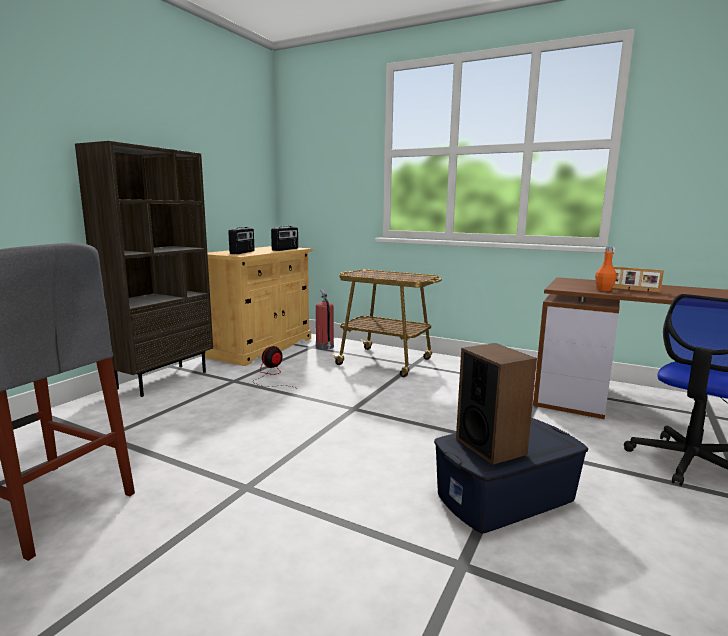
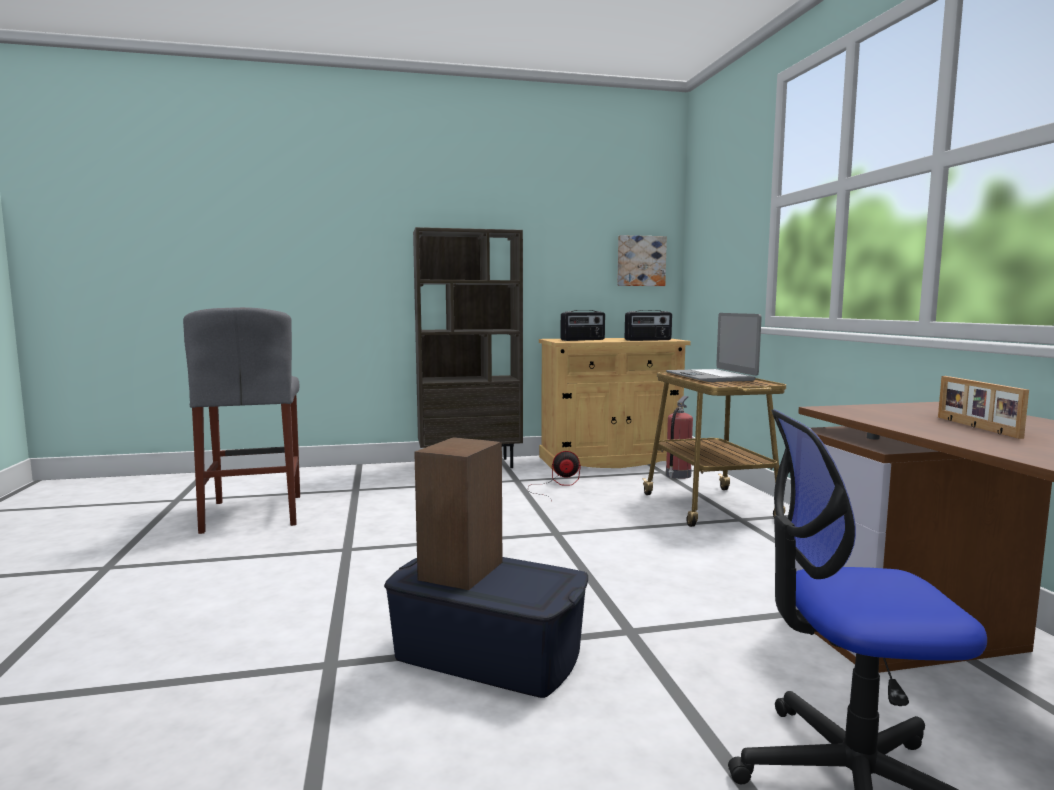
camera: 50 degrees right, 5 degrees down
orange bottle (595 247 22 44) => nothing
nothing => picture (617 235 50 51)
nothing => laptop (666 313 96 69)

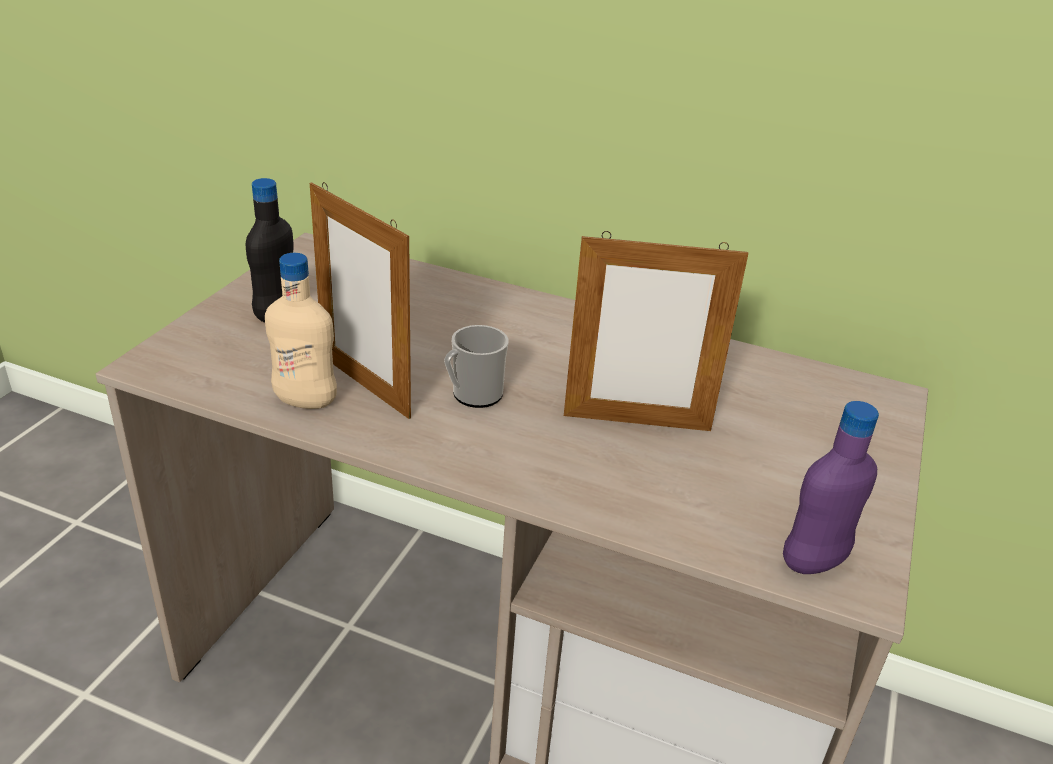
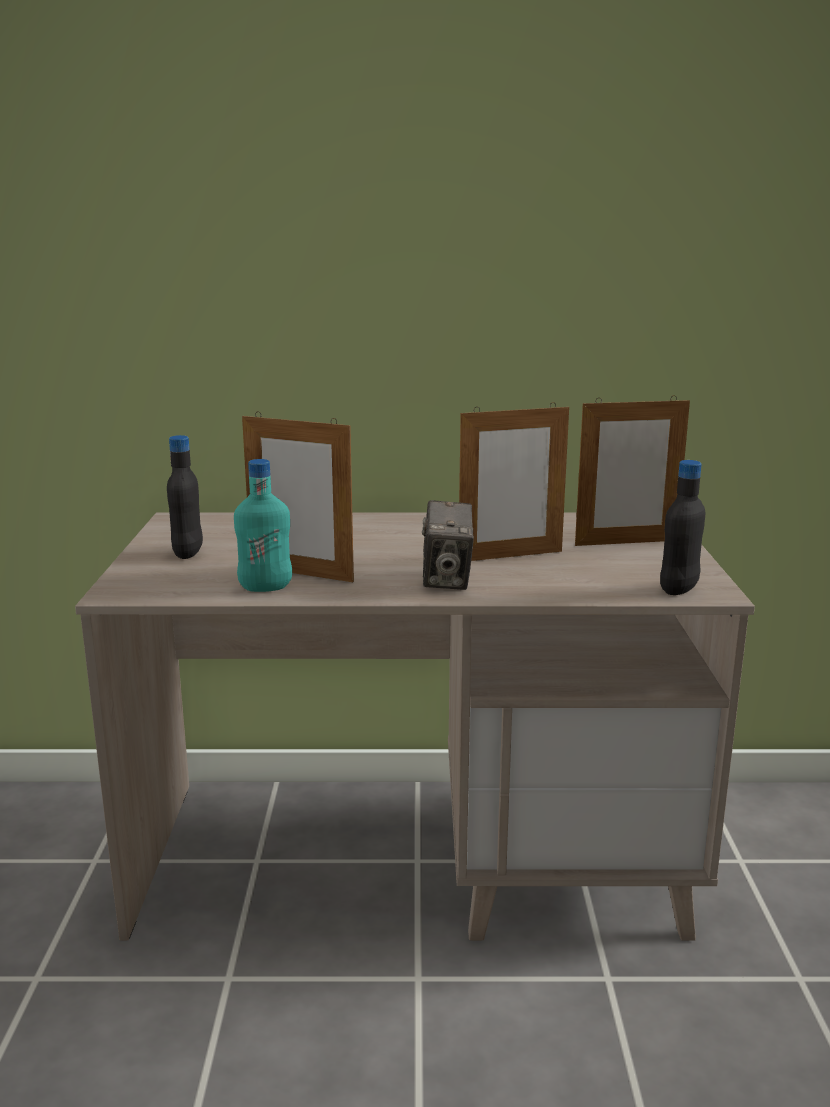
camera: 20 degrees left, 15 degrees down
beige bottle (265 253 72 156) => turquoise bottle (234 459 58 133)
mug (444 325 65 83) => nothing
purple bottle (783 401 96 173) => black bottle (660 460 45 135)
nothing => photo camera (422 500 52 90)
nothing => picture frame (575 395 115 151)

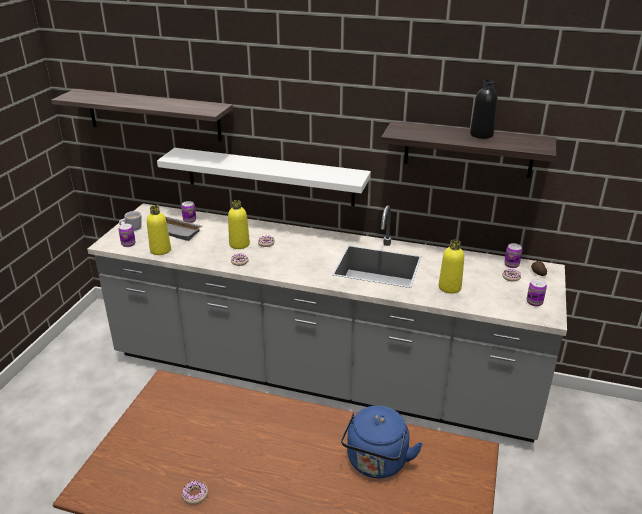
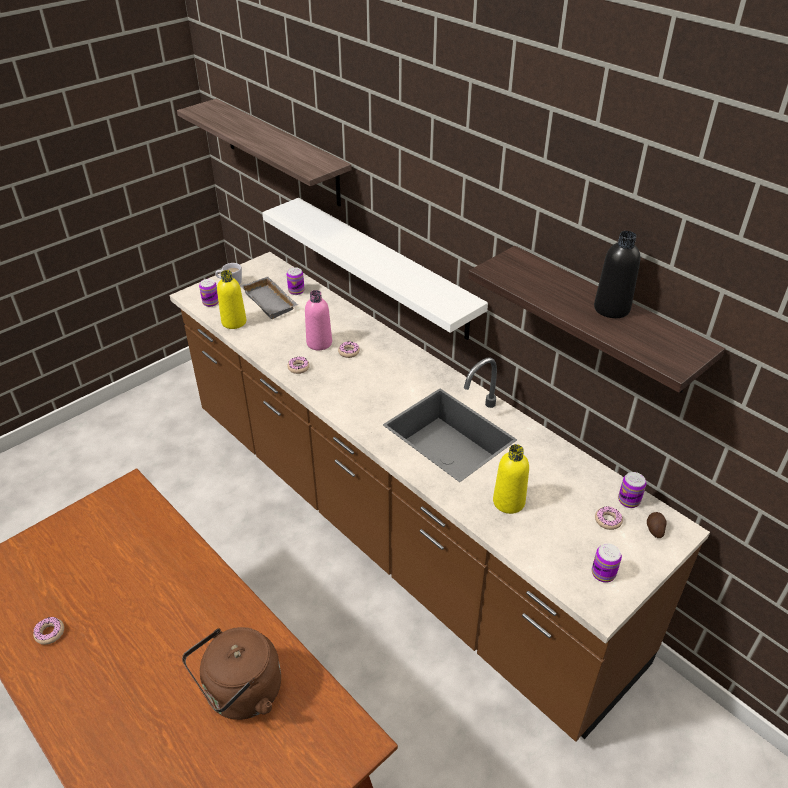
camera: 30 degrees right, 10 degrees up
grey counter (87 203 480 240) => brown counter (169 252 541 490)
yellow bottle (228 200 22 49) => pink bottle (305 290 27 60)
blue kettle (341 406 82 72) => brown kettle (182 627 99 93)

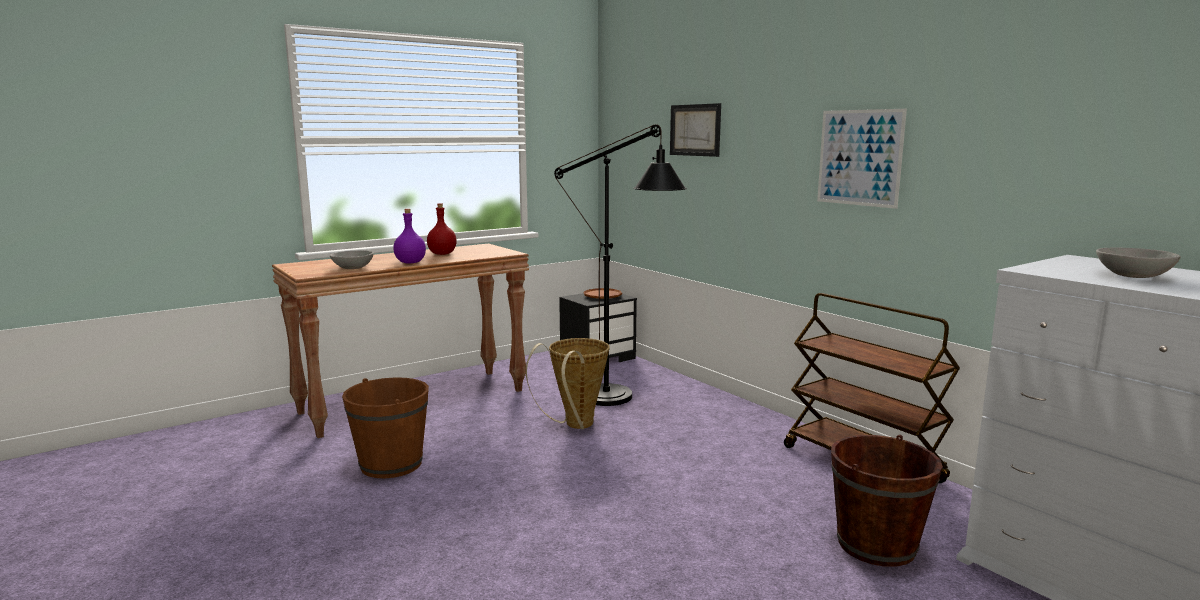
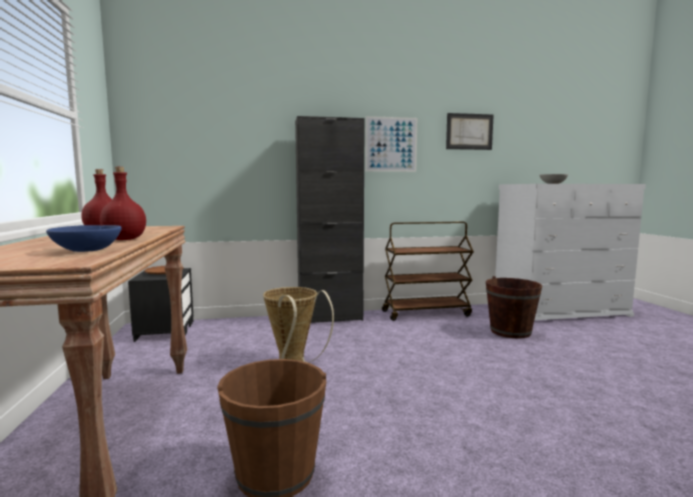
camera: 65 degrees left, 5 degrees down
grey bowl (330 250 44 19) => blue bowl (46 225 76 27)
purple bottle (393 209 33 55) => red bottle (100 167 46 73)
black floor lamp (554 124 133 282) => nothing
picture (670 103 51 54) => picture (446 113 48 37), relocated
nothing => black cabinet (295 116 70 207)

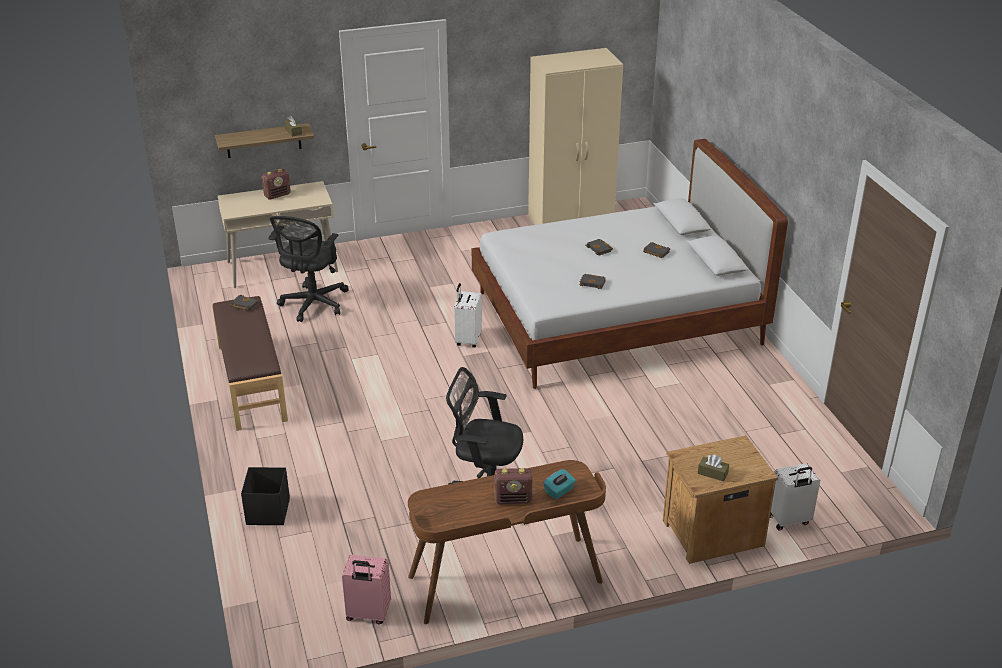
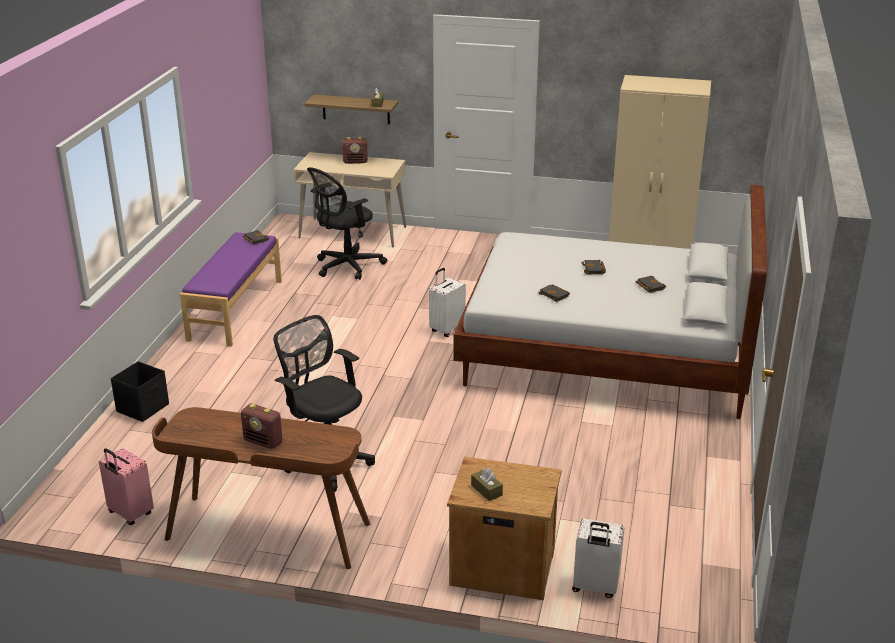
camera: 30 degrees right, 5 degrees down
brown bench (212 296 76 135) => purple bench (180 232 102 115)
turquoise tissue box (543 469 33 30) => nothing

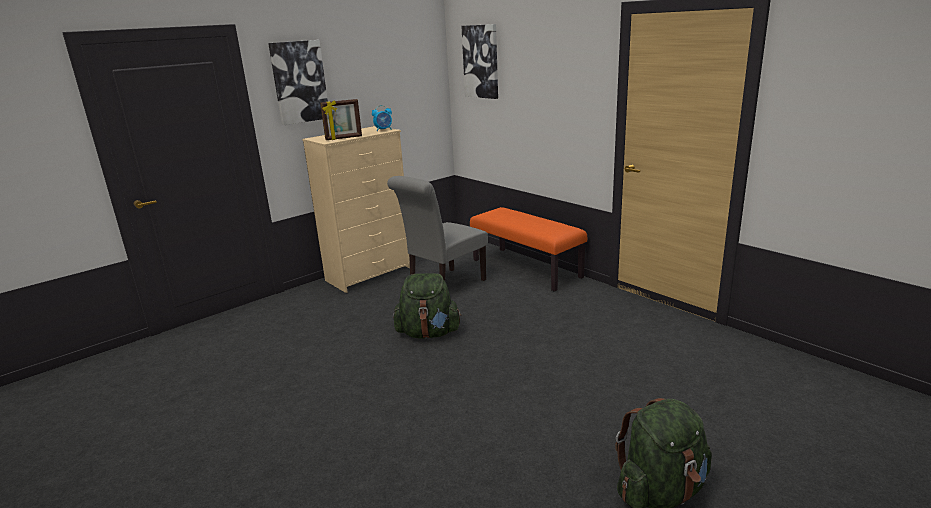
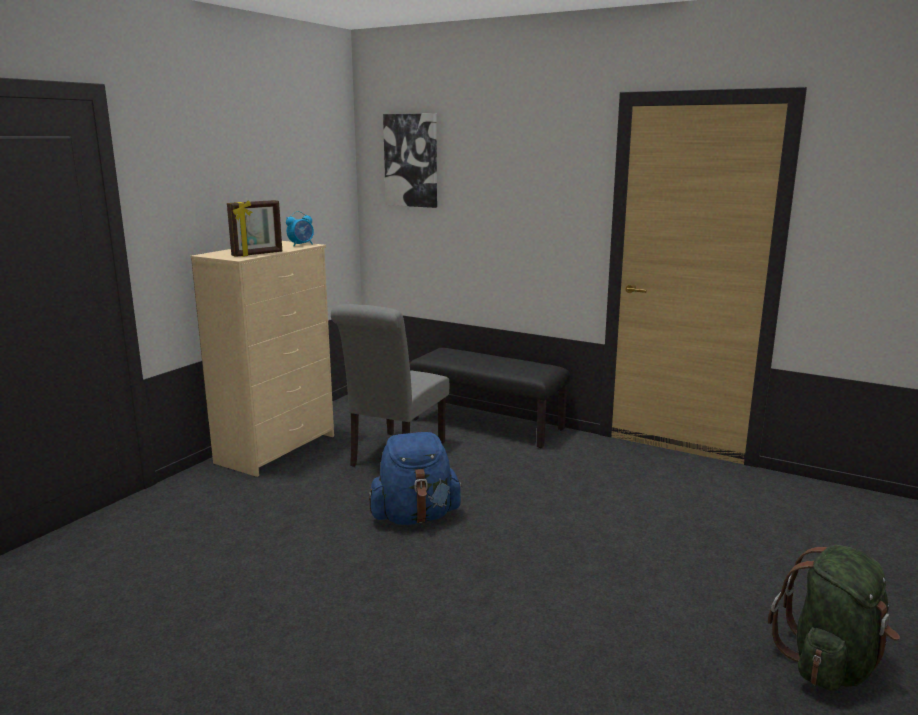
camera: 20 degrees left, 5 degrees down
picture (268 40 60 85) => nothing
green backpack (393 273 69 66) => blue backpack (369 432 94 93)
orange bench (470 207 117 84) => black bench (410 348 160 100)

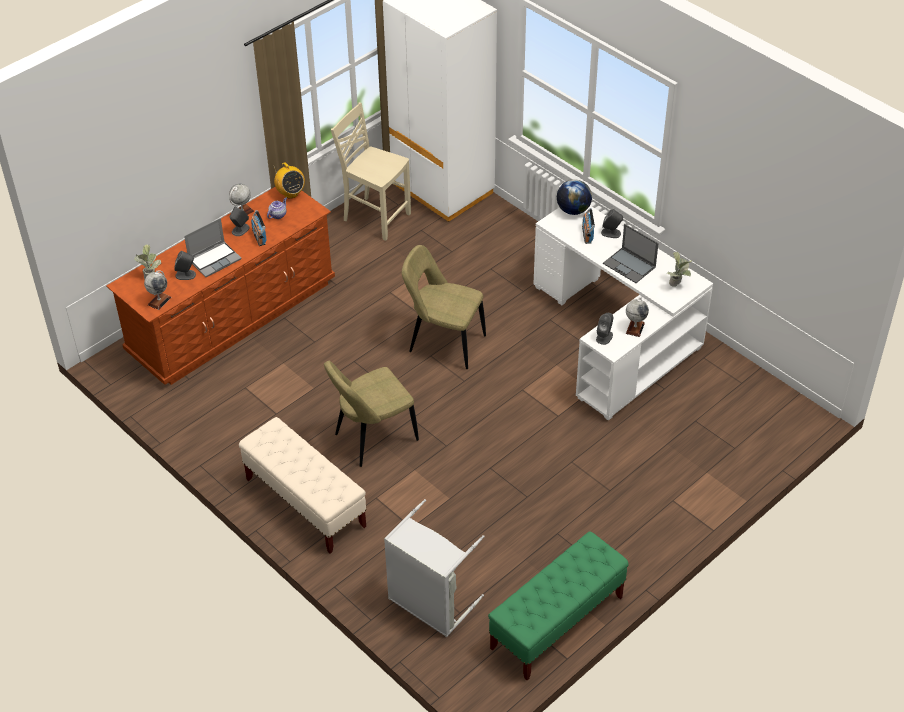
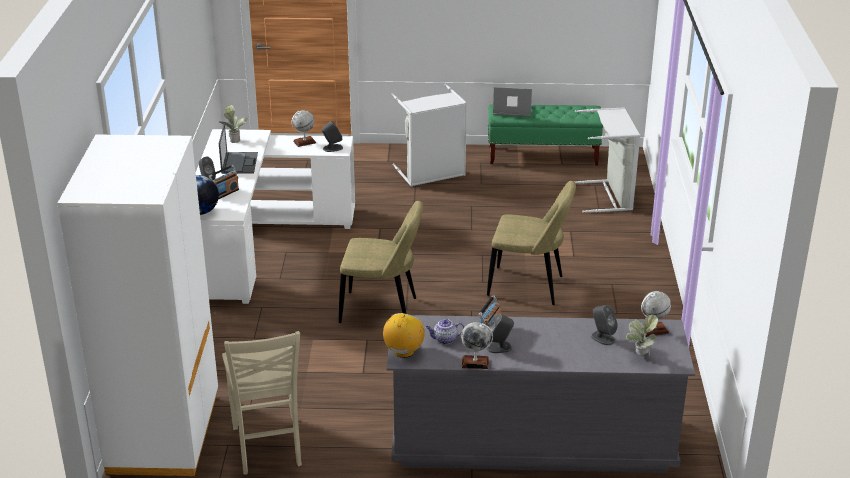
camera: 135 degrees left, 15 degrees down
brown dresser (106 187 229 198) => grey dresser (387 315 308 158)
laptop (184 218 57 59) => laptop (493 87 39 30), relocated
beige bench (239 417 128 137) => nothing
beige chair (402 245 84 124) => beige chair (339 201 84 122), 60 degrees counterclockwise
nothing => grey laundry basket (391 84 76 103)

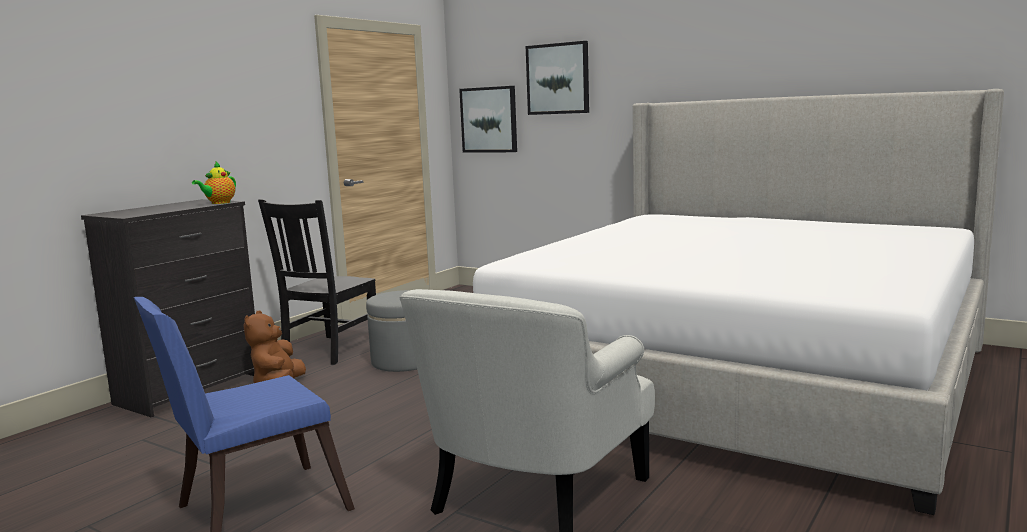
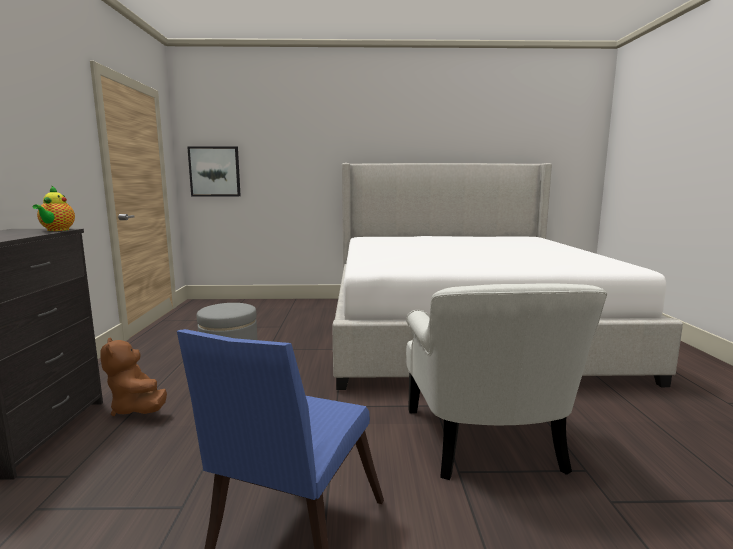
camera: 35 degrees left, 0 degrees up
black chair (258 199 118 166) => nothing
picture (526 41 63 74) => nothing

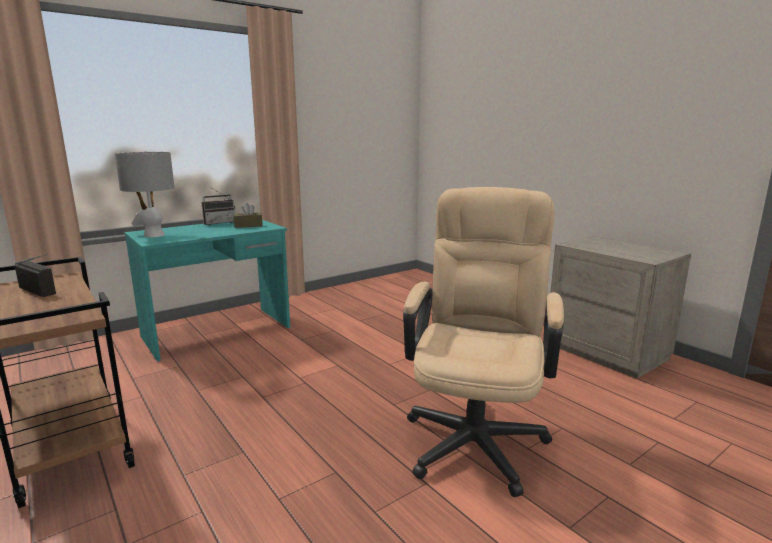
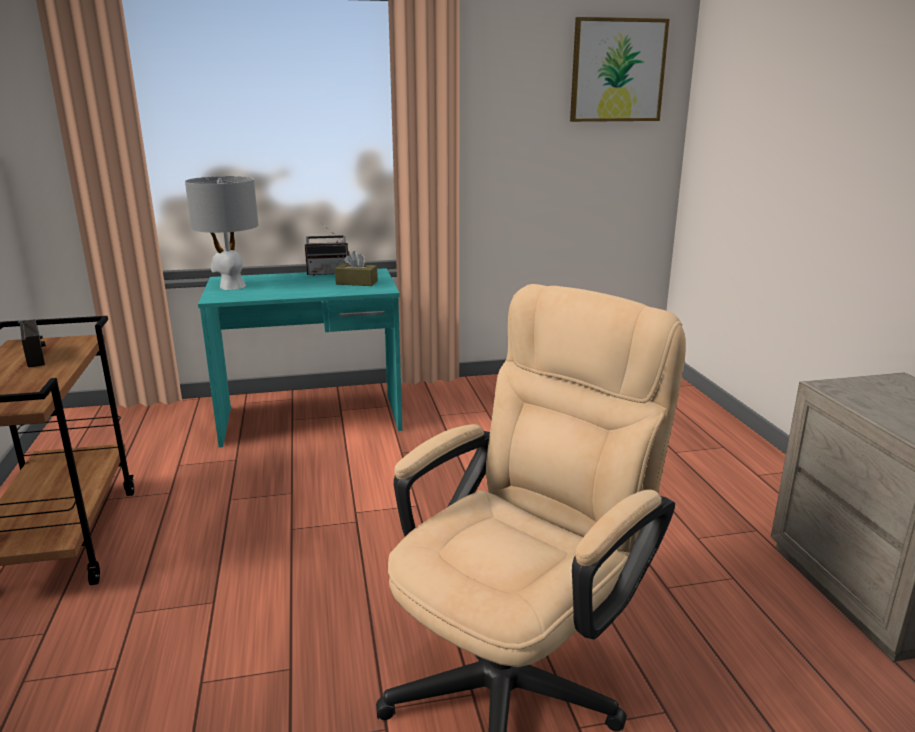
camera: 25 degrees right, 5 degrees up
nothing => picture (570 17 100 105)

